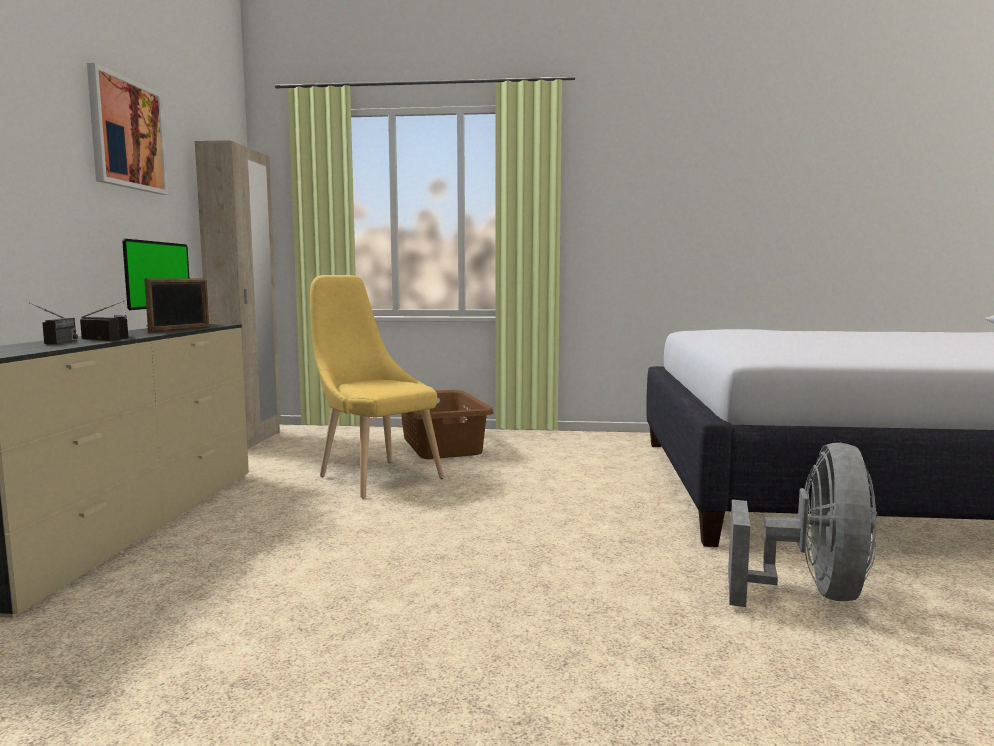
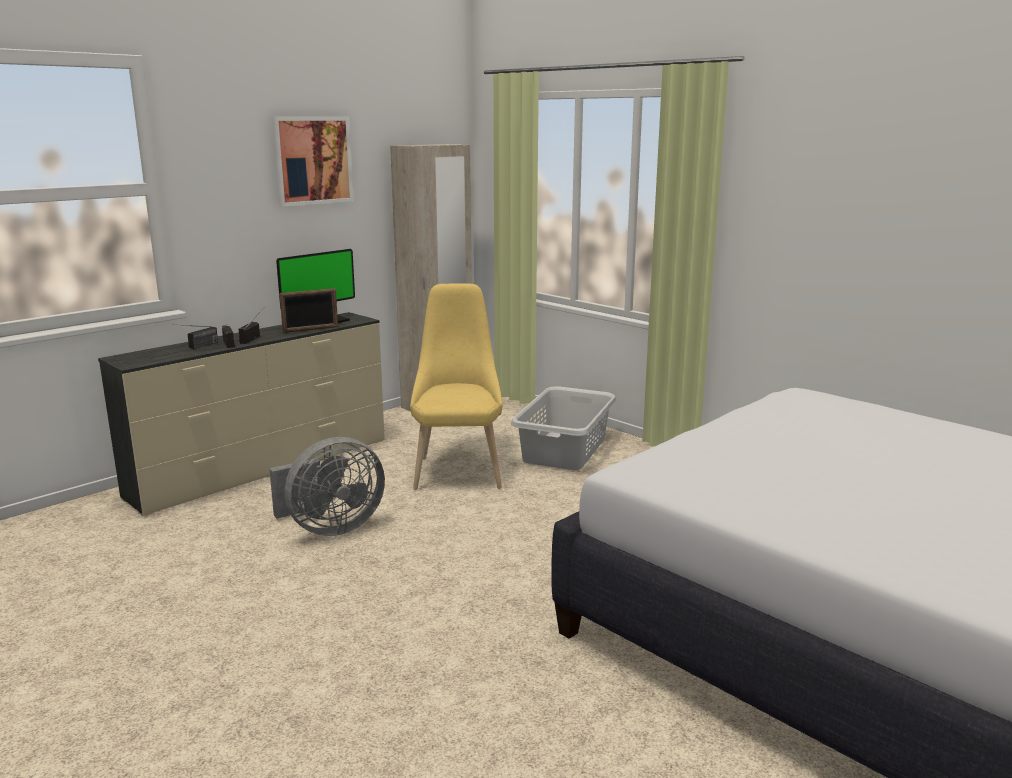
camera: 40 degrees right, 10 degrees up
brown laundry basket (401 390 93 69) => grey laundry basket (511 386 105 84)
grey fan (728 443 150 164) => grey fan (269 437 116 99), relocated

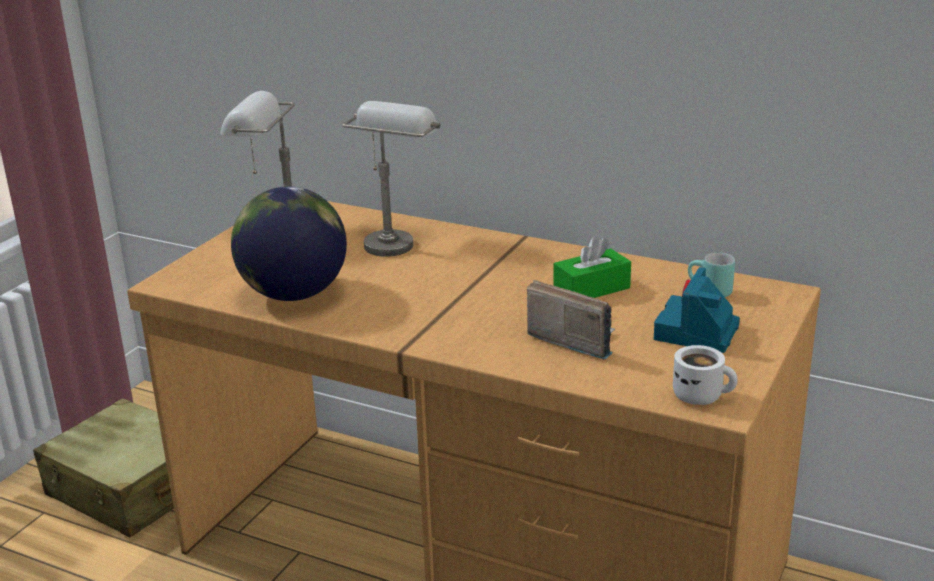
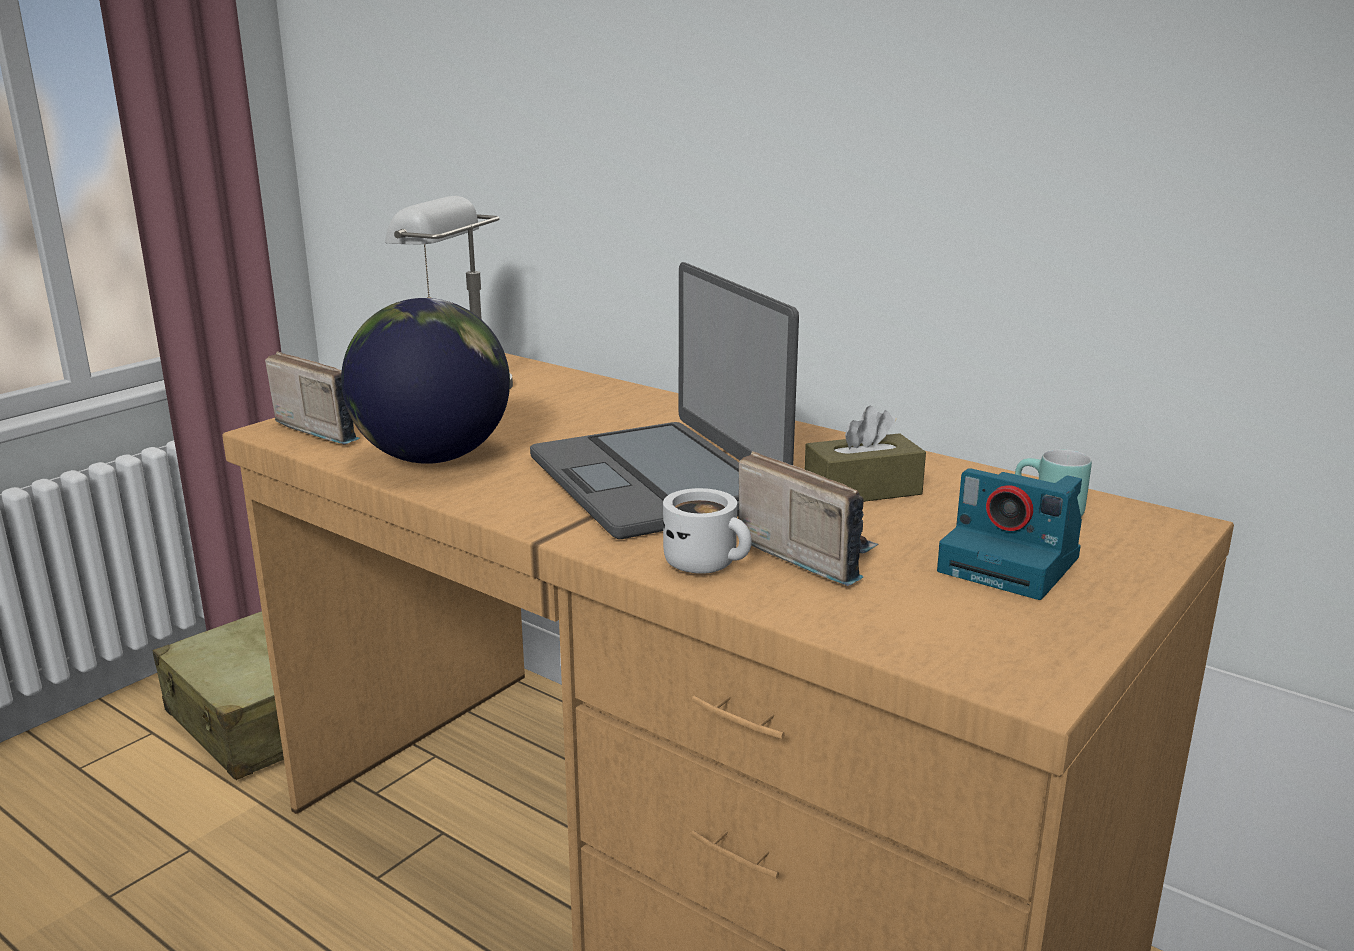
camera: 10 degrees right, 5 degrees down
grey table lamp (342 101 98 156) => nothing
green tissue box (553 236 78 62) => brown tissue box (805 406 121 96)
photo camera (654 267 86 86) => photo camera (937 468 145 132), 90 degrees counterclockwise
white mug (673 345 65 60) => white mug (663 488 89 86), relocated
nothing => radio (265 352 95 92)
nothing => laptop (530 262 269 277)

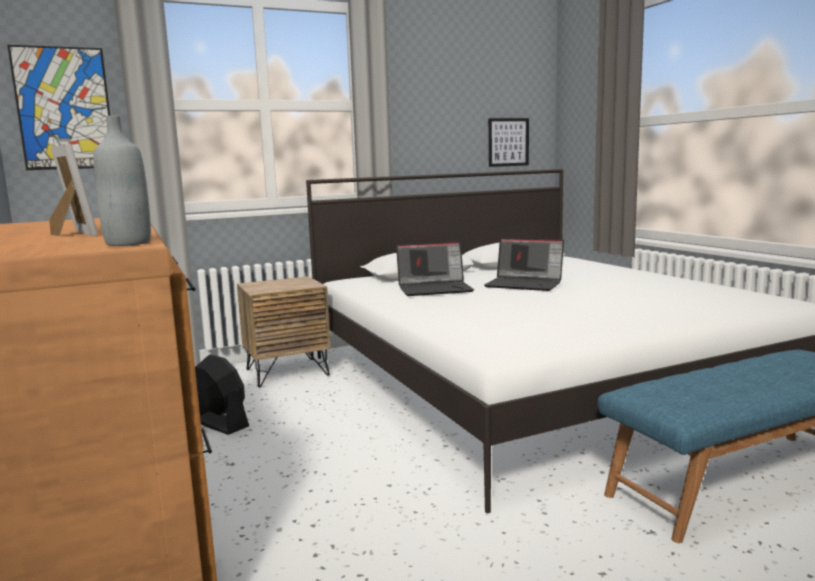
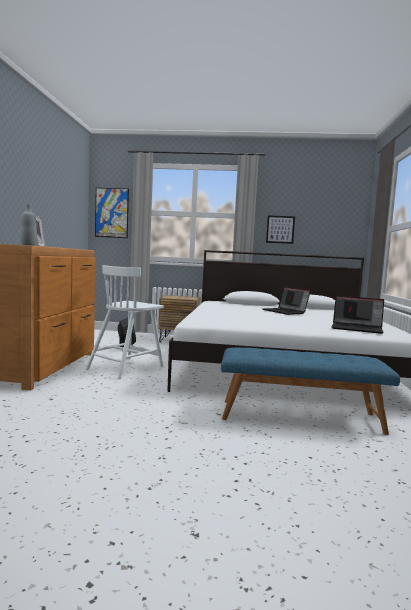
camera: 30 degrees right, 5 degrees down
laptop (396 241 78 55) => laptop (332 296 52 38), relocated
picture (488 118 41 49) => picture (266 215 29 29), relocated
nothing => white chair (86 265 78 114)

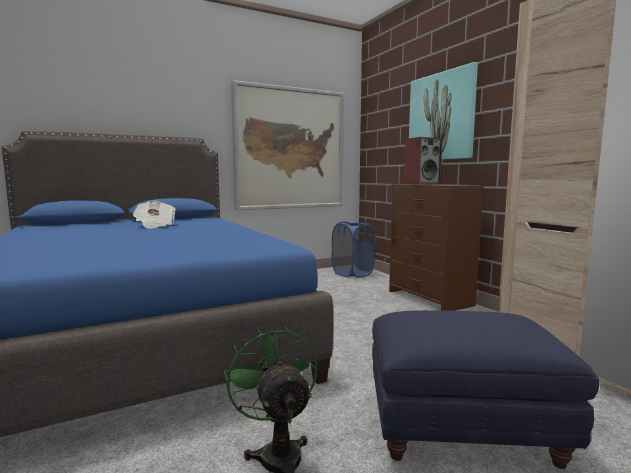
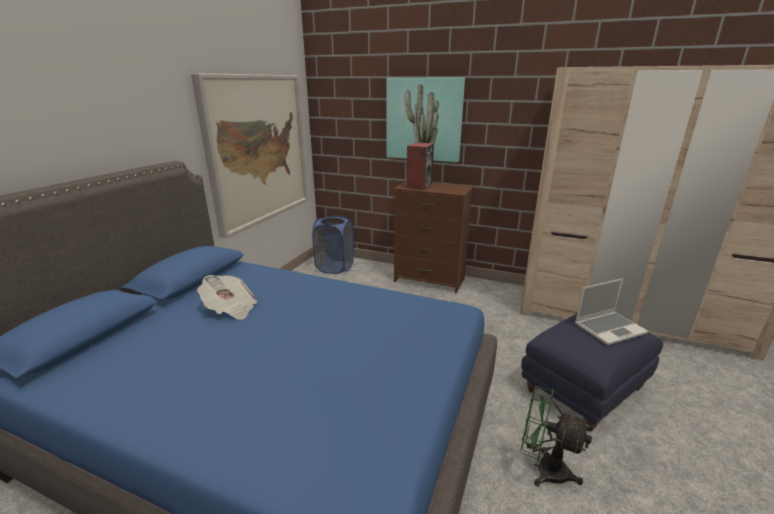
camera: 40 degrees left, 15 degrees up
nothing => laptop (575 278 74 67)

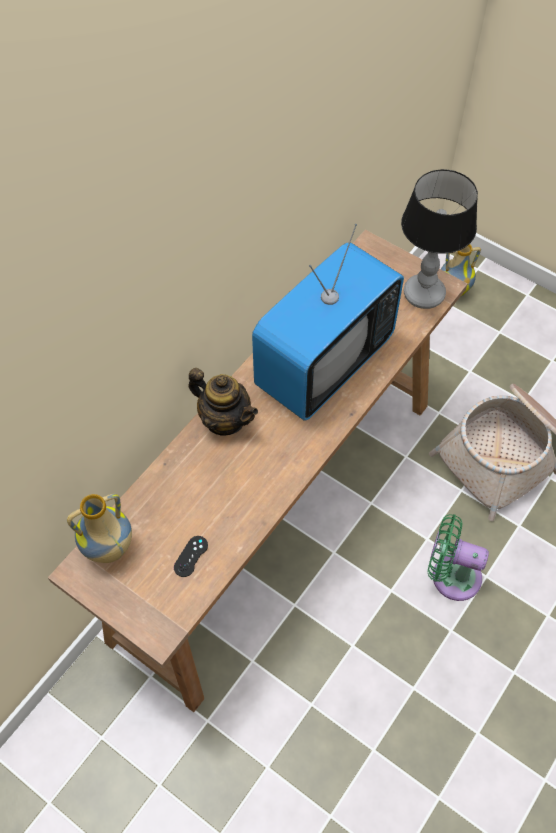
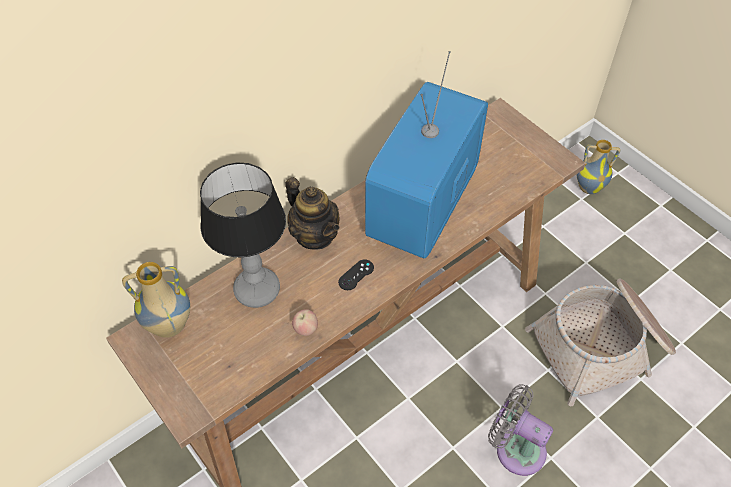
camera: 15 degrees right, 5 degrees down
black game controller (174 536 34 41) => black game controller (338 259 36 31), relocated
television (252 224 152 196) => television (365 51 123 207), 150 degrees clockwise
table lamp (401 169 77 140) => table lamp (200 162 86 146), relocated
green fan (428 514 61 87) => grey fan (488 384 65 92)
nothing => apple (292 309 26 27)

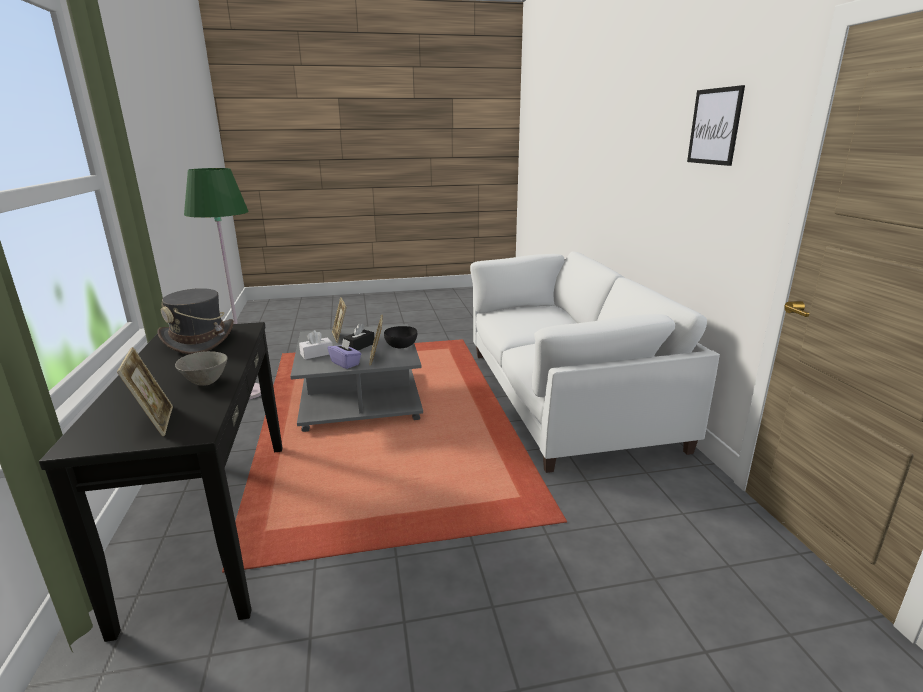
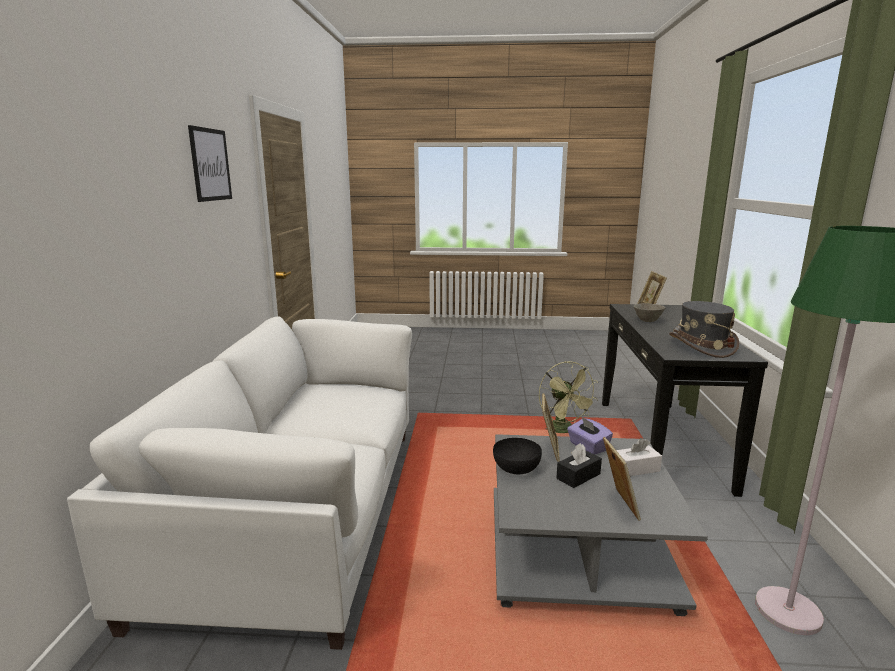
camera: 165 degrees left, 5 degrees down
nothing => green fan (539 361 59 72)

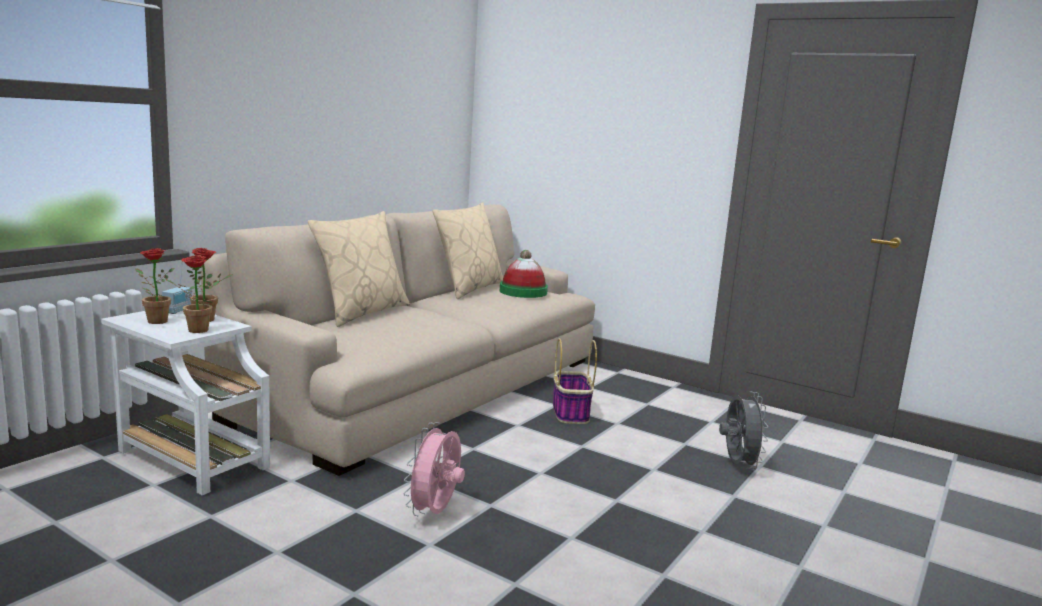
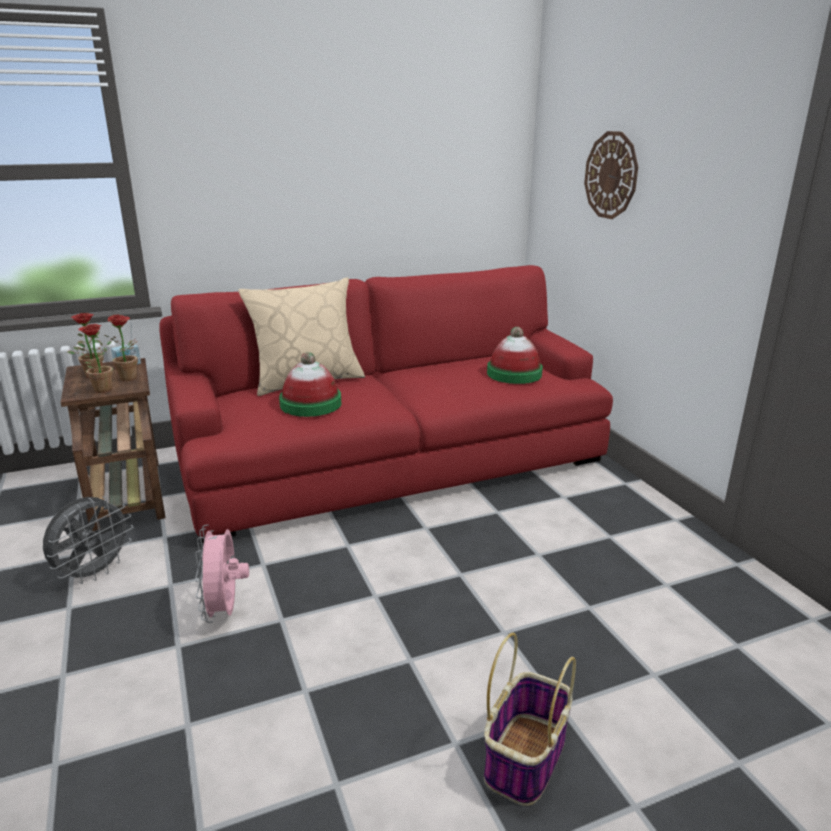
camera: 35 degrees right, 10 degrees up
white side table (101 311 169 184) => brown side table (61 358 104 173)
beige sofa (201 204 394 272) => red sofa (159 265 454 278)
pink fan (404 422 61 95) => pink fan (195 525 54 98), 60 degrees counterclockwise
beige pillow (433 202 70 97) => nothing
basket (553 338 44 86) => basket (484 633 92 173), relocated
grey fan (719 392 49 78) => grey fan (43 496 90 88), relocated
nothing => hat (279 352 62 65)
nothing => wall clock (584 131 54 88)

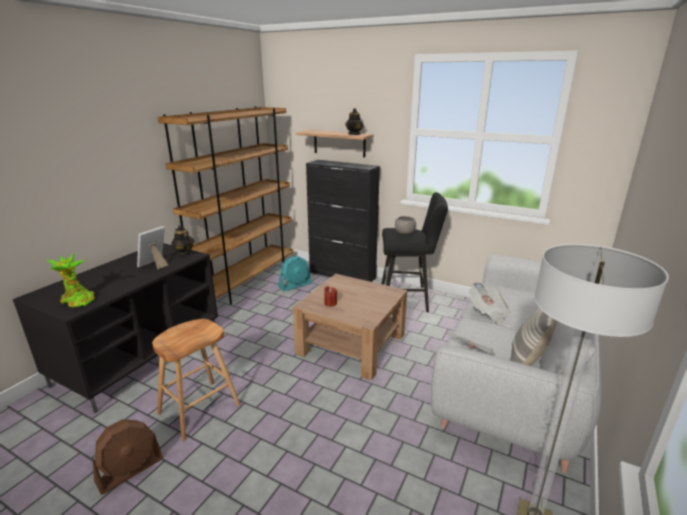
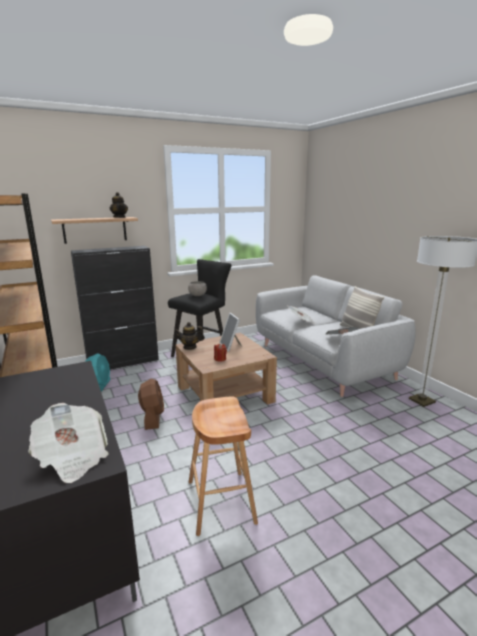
camera: 55 degrees left, 5 degrees down
potted plant (46 254 48 53) => newspaper (29 403 79 80)
brown fan (93 419 70 75) => brown fan (138 379 26 51), relocated
picture frame (137 226 31 43) => picture frame (219 313 24 39), relocated
teapot (171 225 23 31) => teapot (175 322 30 28), relocated

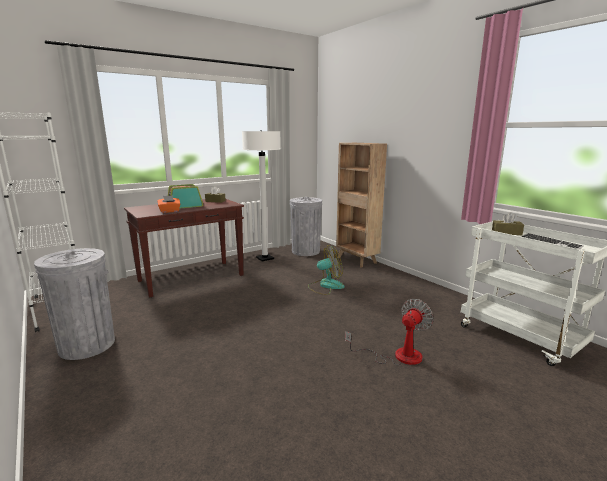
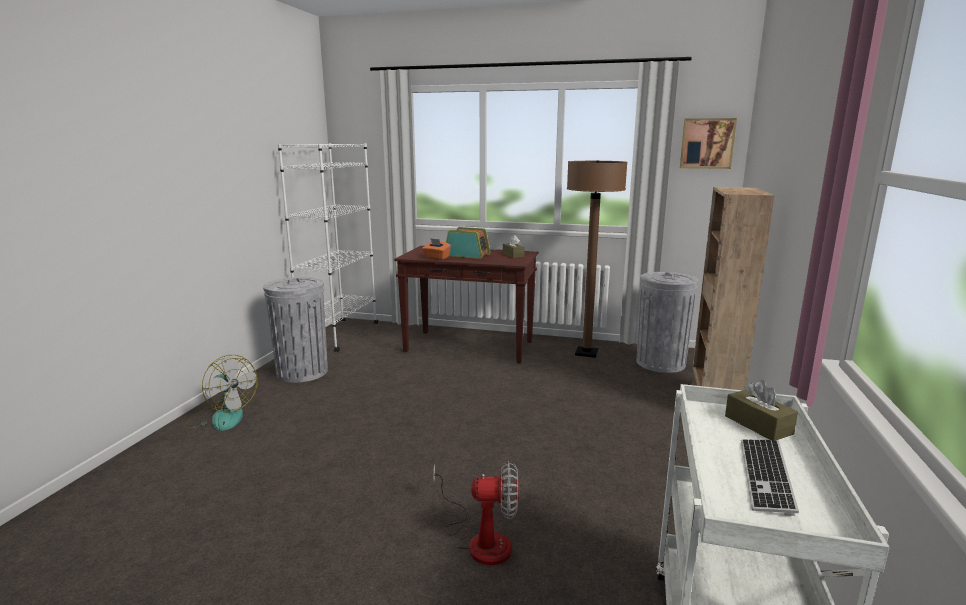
camera: 50 degrees right, 0 degrees up
white floor lamp (242 130 39 131) => brown floor lamp (567 160 61 198)
fan (308 245 36 50) => fan (184 355 74 76), relocated
nothing => picture (680 118 57 51)

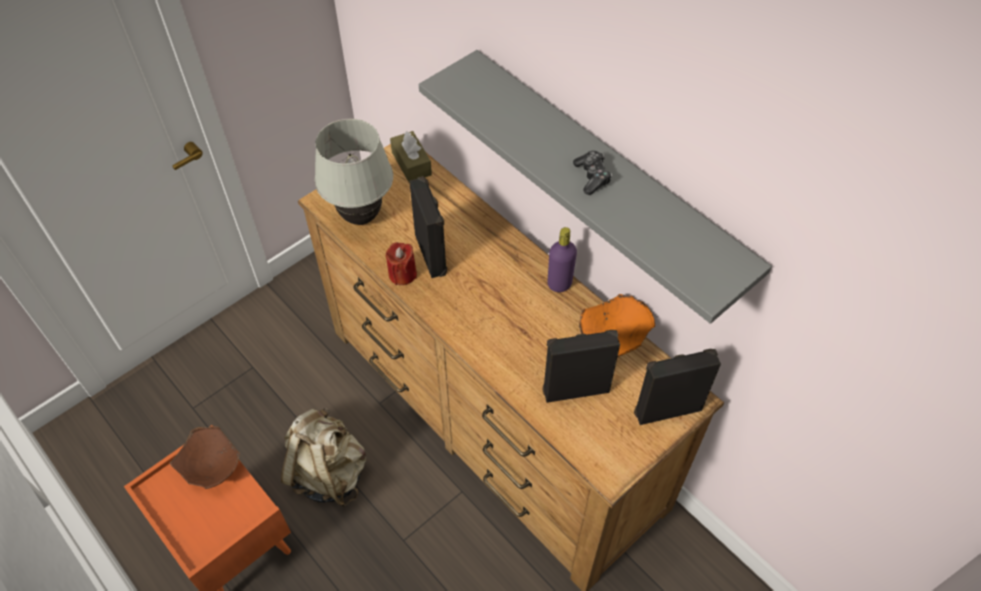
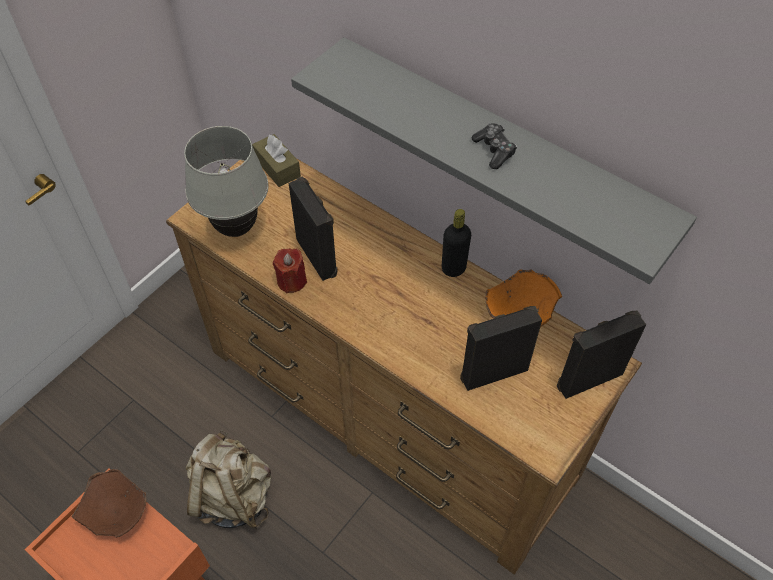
camera: 10 degrees left, 0 degrees up
purple bottle (547 227 30 65) => black bottle (442 209 29 68)

